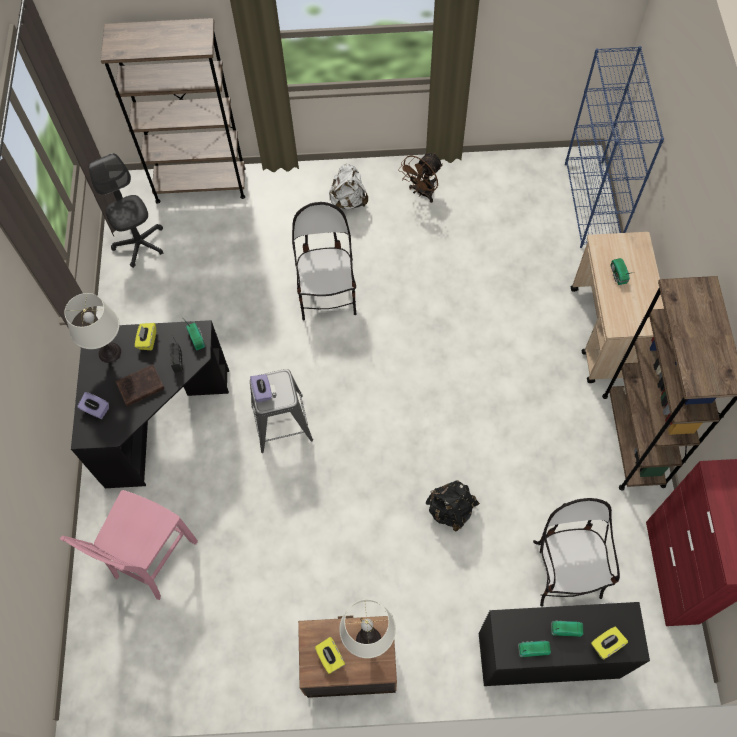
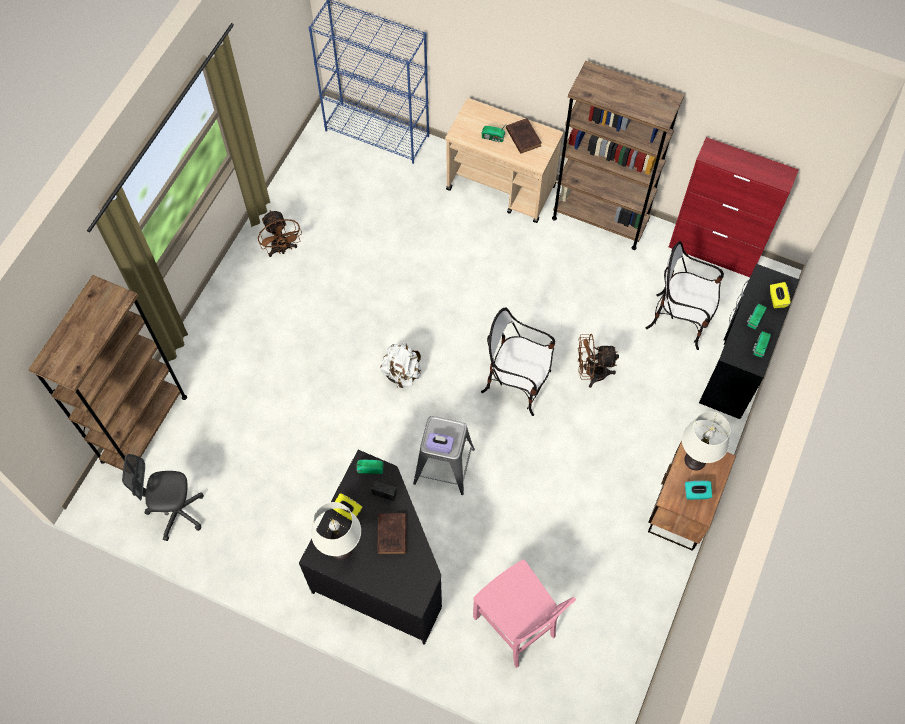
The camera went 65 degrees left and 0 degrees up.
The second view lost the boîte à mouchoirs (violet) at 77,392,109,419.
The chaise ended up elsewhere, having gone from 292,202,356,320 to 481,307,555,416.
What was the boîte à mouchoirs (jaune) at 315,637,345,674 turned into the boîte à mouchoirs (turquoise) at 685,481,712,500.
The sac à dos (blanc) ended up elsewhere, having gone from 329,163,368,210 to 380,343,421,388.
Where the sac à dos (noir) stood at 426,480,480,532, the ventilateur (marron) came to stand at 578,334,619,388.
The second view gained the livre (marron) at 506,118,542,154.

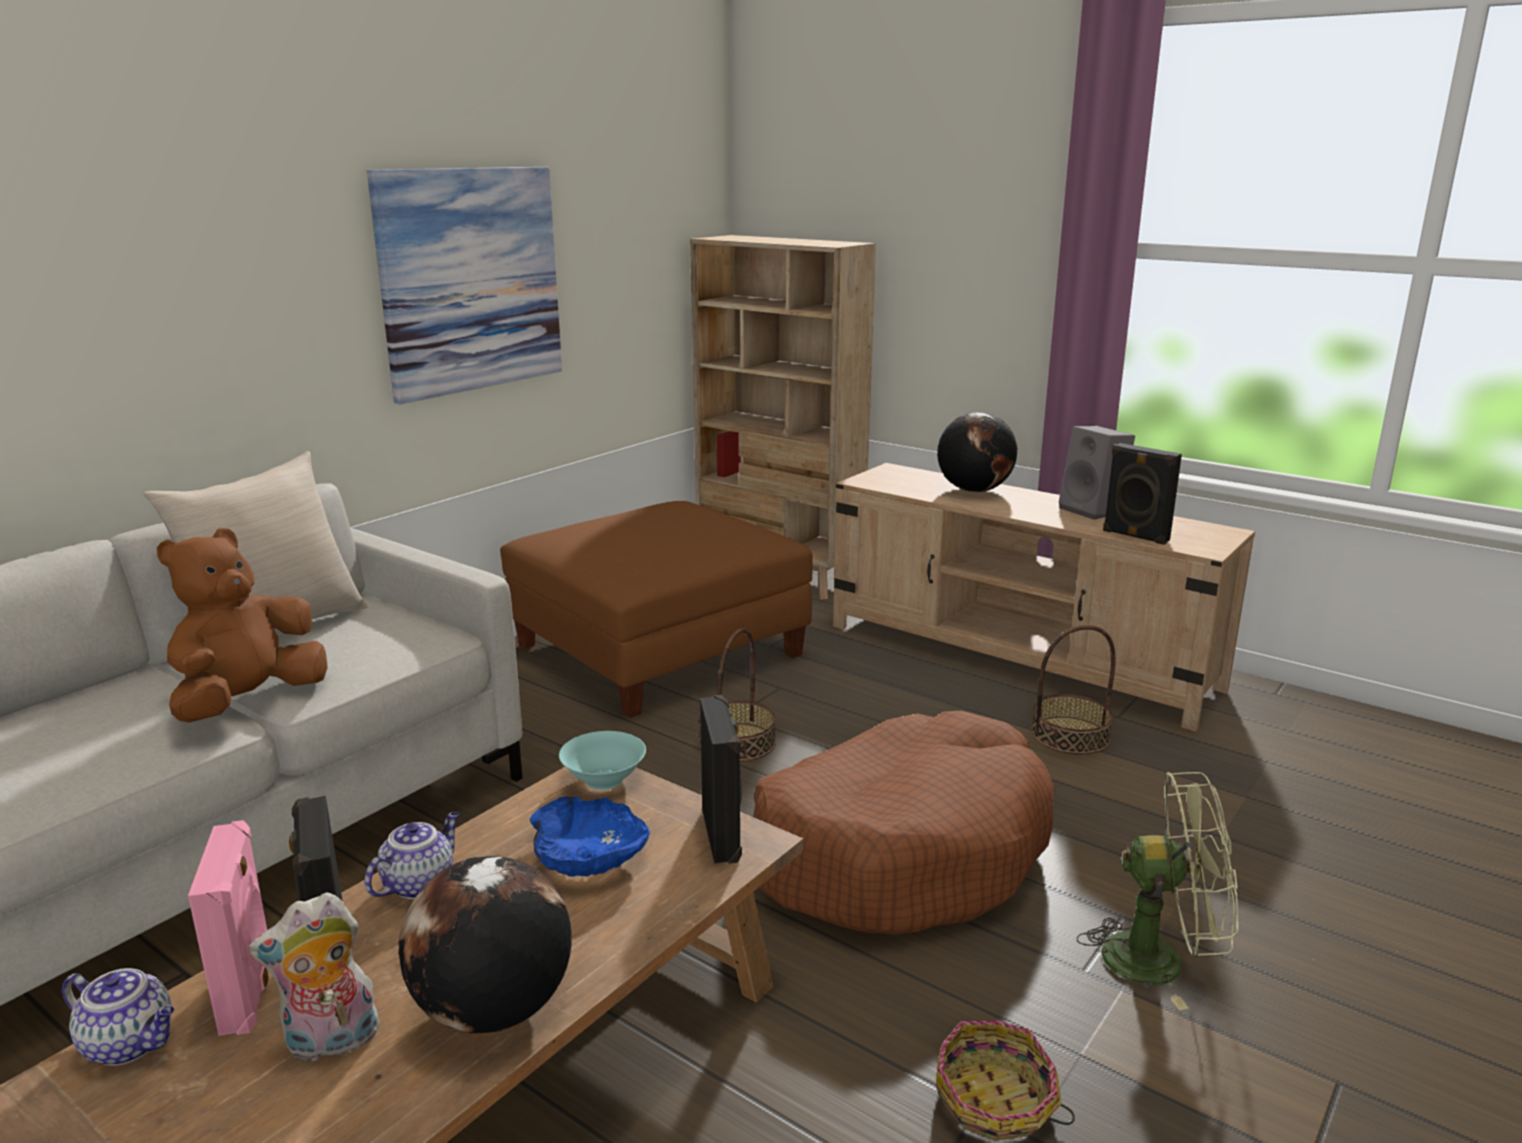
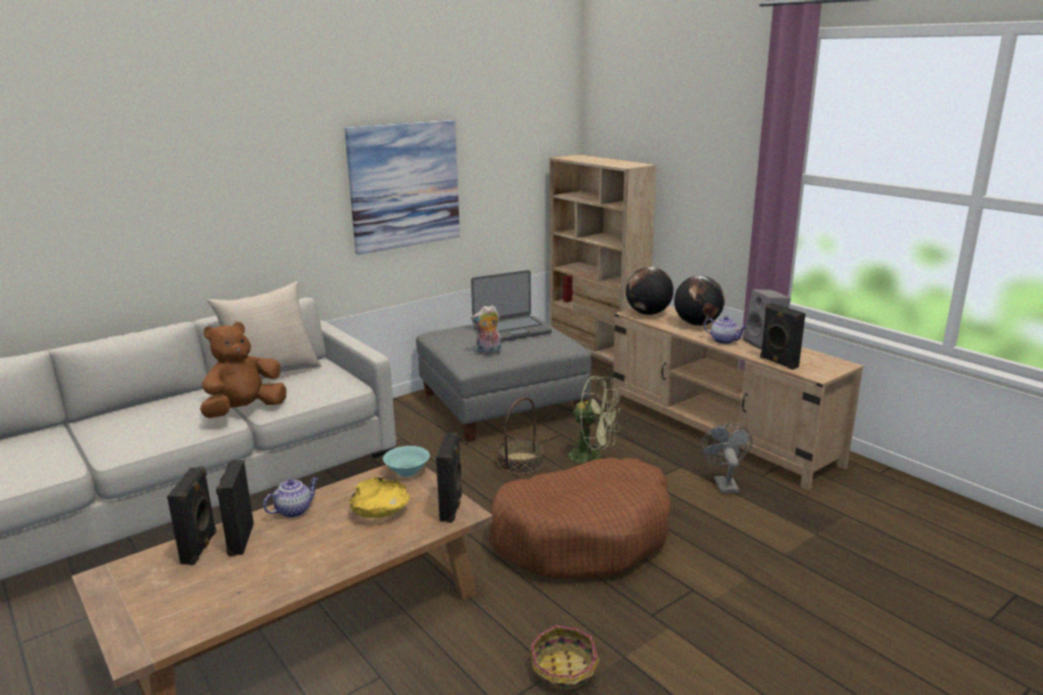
The camera went 15 degrees right and 0 degrees up.
The théière ended up elsewhere, having gone from 62,968,174,1066 to 704,316,747,344.
What was the enceinte (rose) at 188,820,269,1036 turned into the enceinte (noir) at 167,466,217,565.
The peluche ended up elsewhere, having gone from 249,892,380,1063 to 471,305,502,356.
The globe ended up elsewhere, having gone from 398,856,572,1034 to 626,267,674,315.
What was the pouf (marron) at 500,501,813,718 turned into the pouf (gris) at 416,316,591,442.
What was the bol (bleu) at 530,797,650,877 turned into the bol (jaune) at 349,477,410,518.
Where the panier stood at 1031,625,1116,755, the ventilateur (gris) came to stand at 700,424,752,493.
The ventilateur (vert) ended up elsewhere, having gone from 1077,772,1238,1010 to 563,376,621,464.
The second view gained the ordinateur portable at 471,270,552,342.

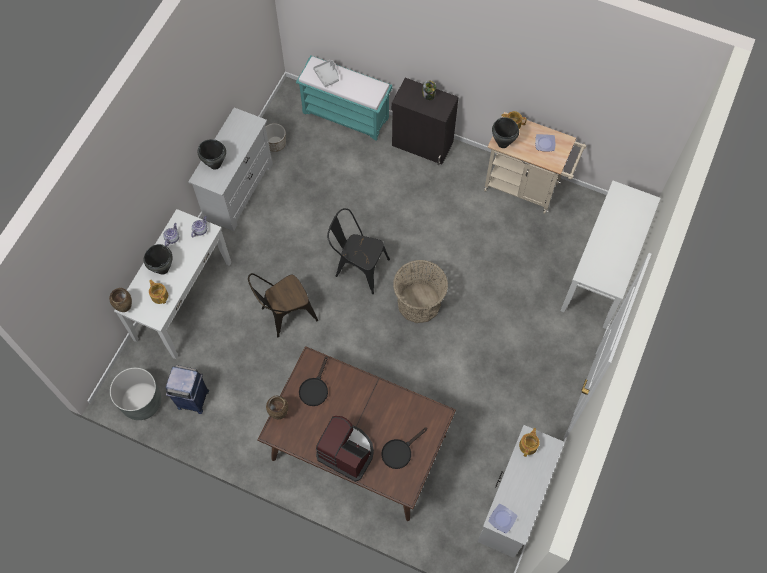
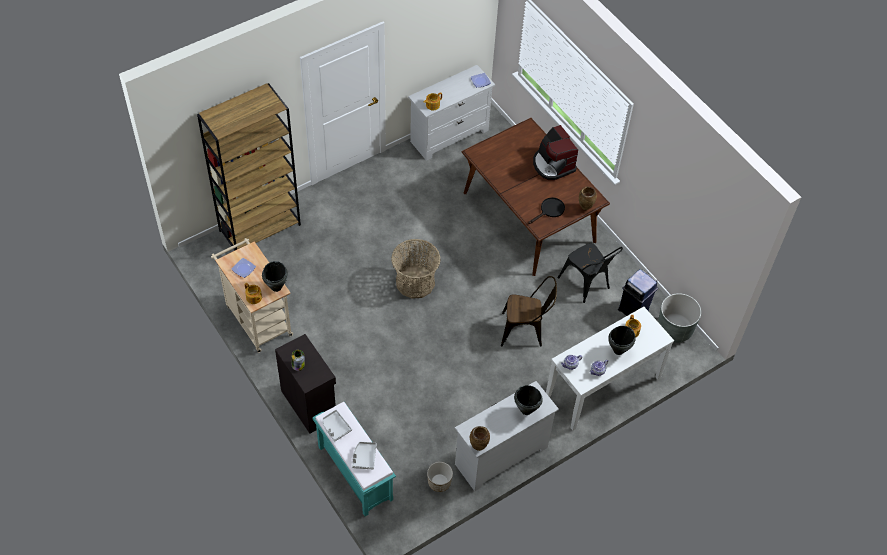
The camera went 150 degrees left and 10 degrees down.
The vase (marron) ended up elsewhere, having gone from 109,288,132,312 to 470,426,490,451.
The chaise (noir) ended up elsewhere, having gone from 327,208,390,294 to 558,243,623,303.
The second view lost the poêle (noir) at 381,428,427,469.
Where the table console (blanc) stood at 560,181,661,329, the bibliothèque (marron) came to stand at 197,83,301,251.
The second view gained the plateau (gris) at 322,410,352,442.

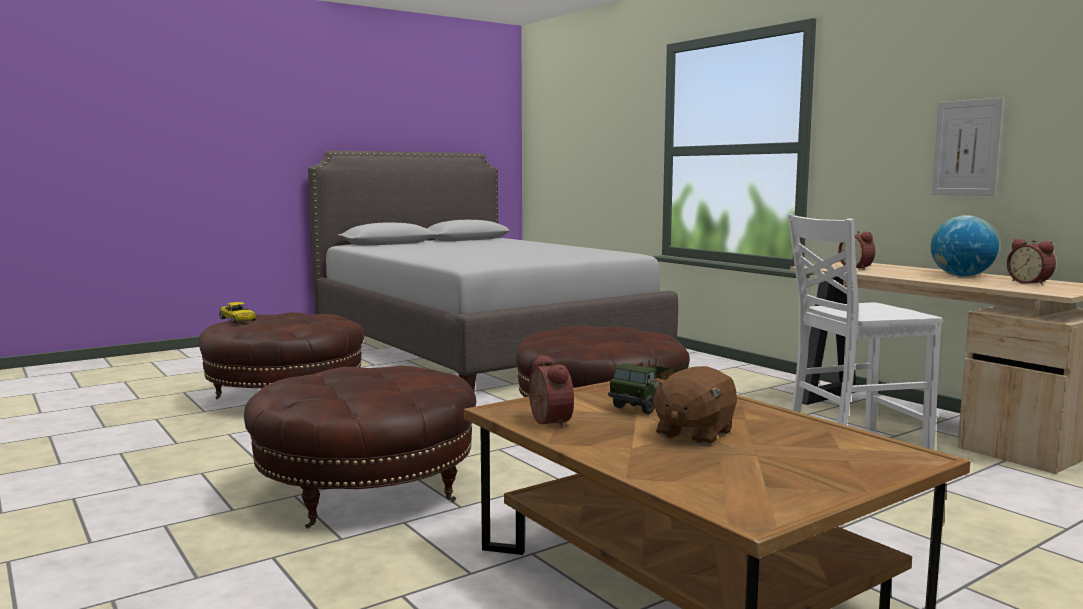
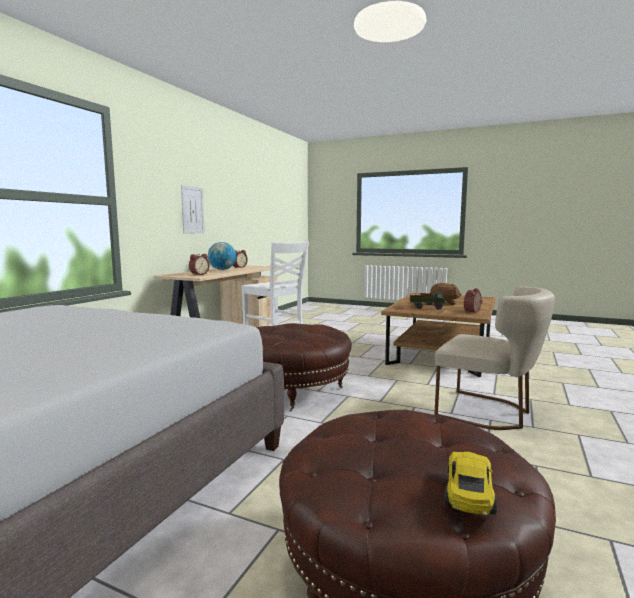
The camera went 120 degrees left and 0 degrees up.
Where the pouf (marron) stood at 244,366,476,529, the chaise (beige) came to stand at 434,287,555,430.

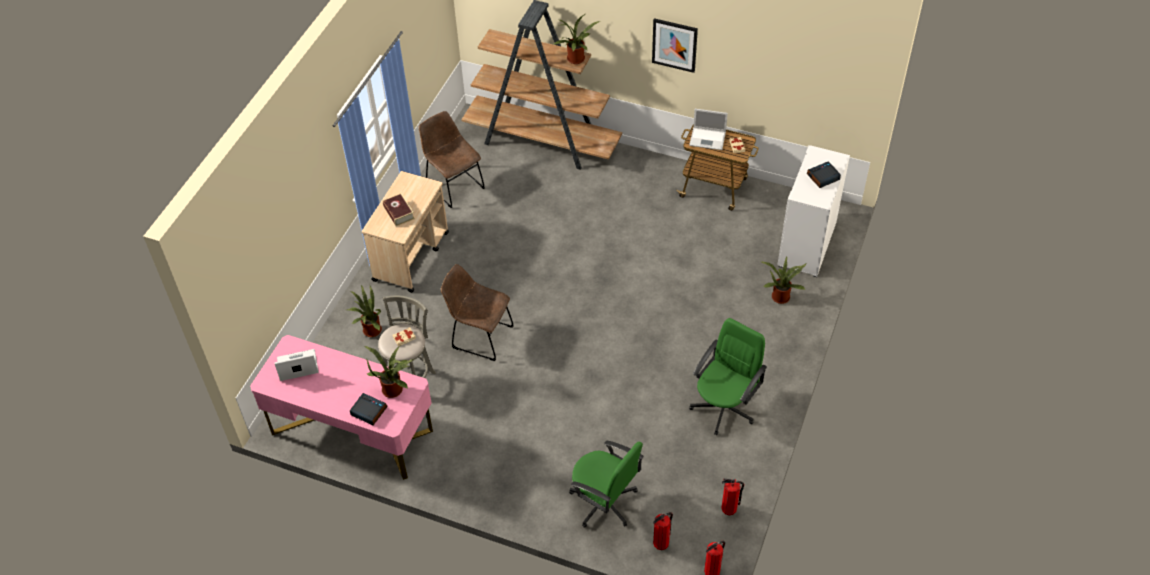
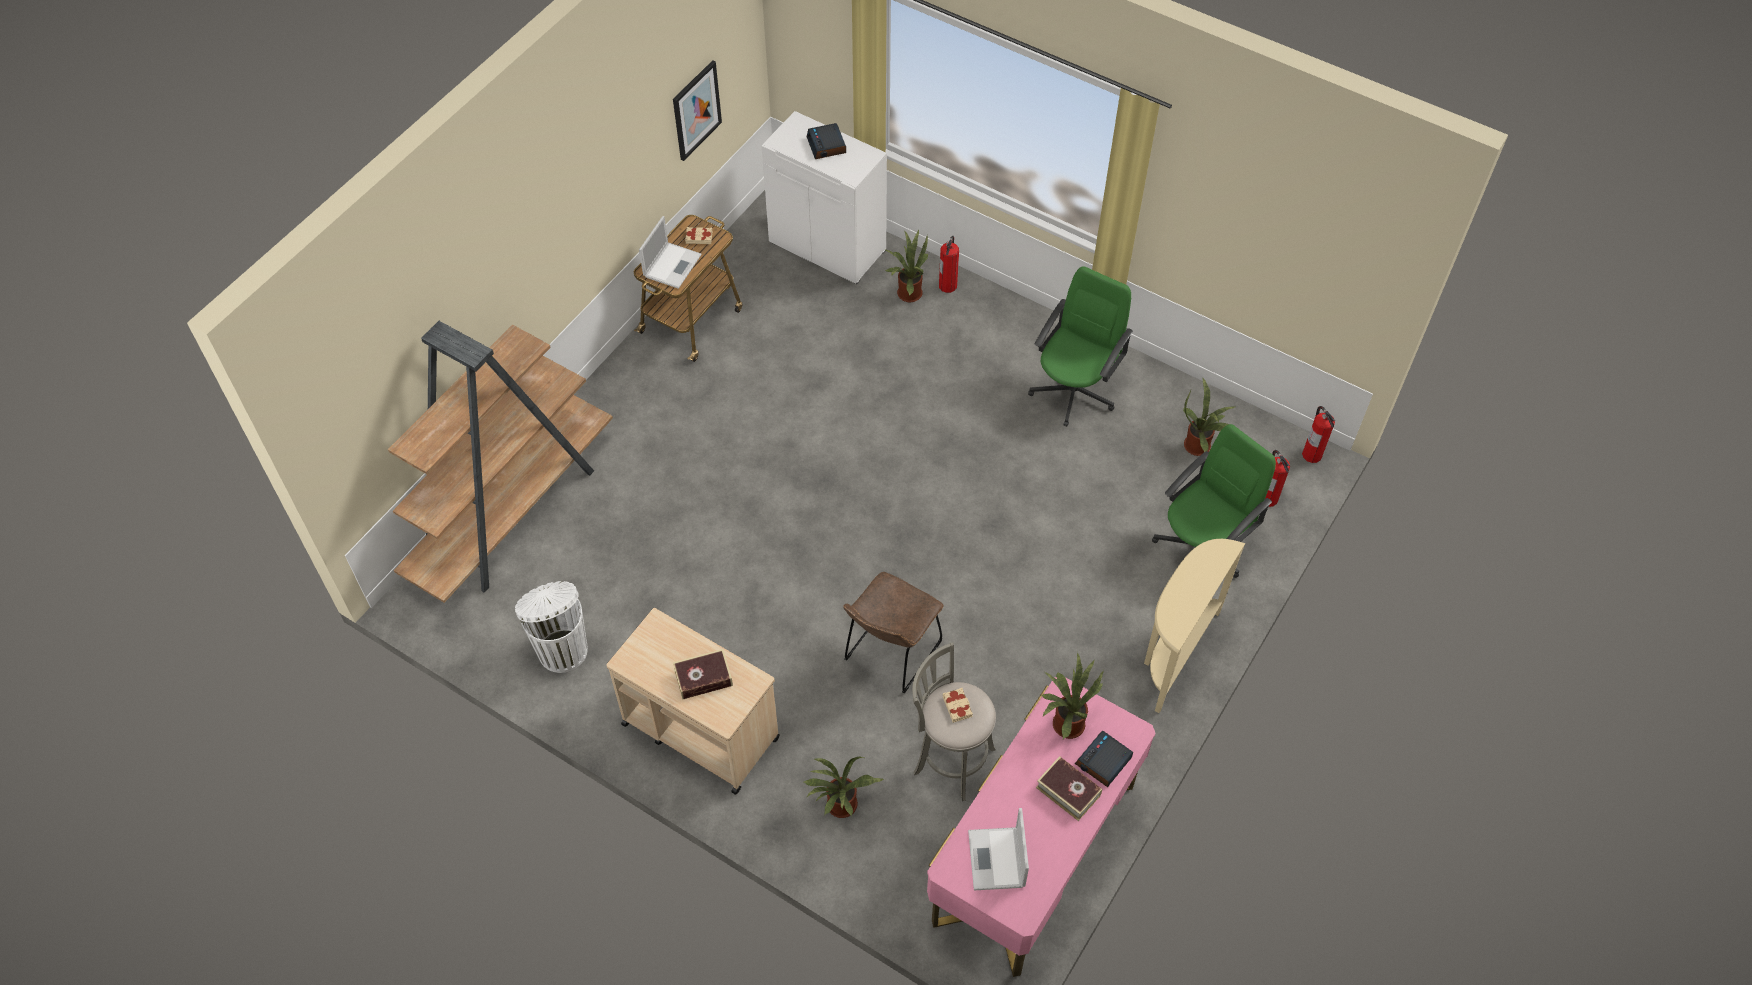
The camera went 80 degrees left and 5 degrees up.
Where the chaise (marron) stood at 419,111,485,208, the poubelle (blanc) came to stand at 515,581,588,673.
The plante en pot ended up elsewhere, having gone from 554,14,600,64 to 1183,378,1235,456.
The tableau ended up elsewhere, having gone from 652,18,698,73 to 673,60,722,161.
The chaise de bureau (vert) at 689,318,767,435 ended up facing another way, 75 degrees clockwise from before.
The extincteur ended up elsewhere, having gone from 721,479,745,515 to 939,236,959,293.
The second view gained the livre at 1036,756,1102,821.
The second view gained the table console (beige) at 1144,539,1246,713.

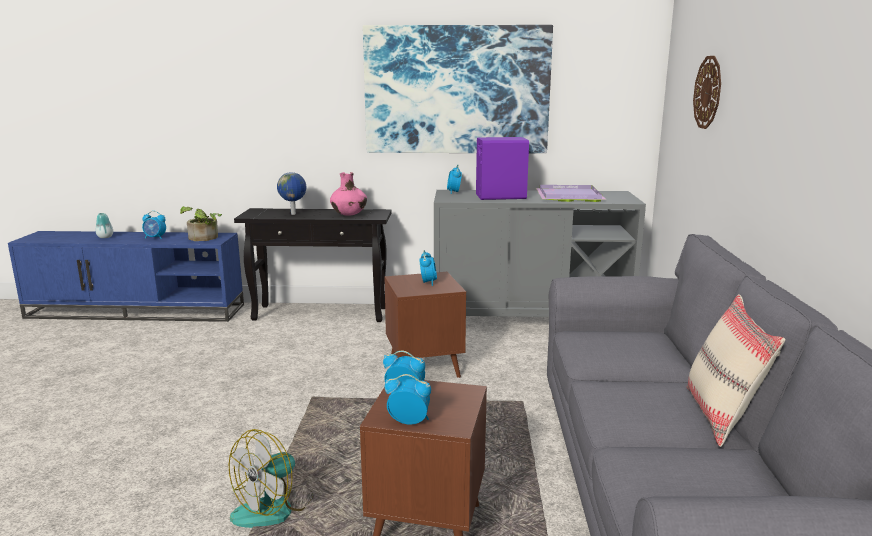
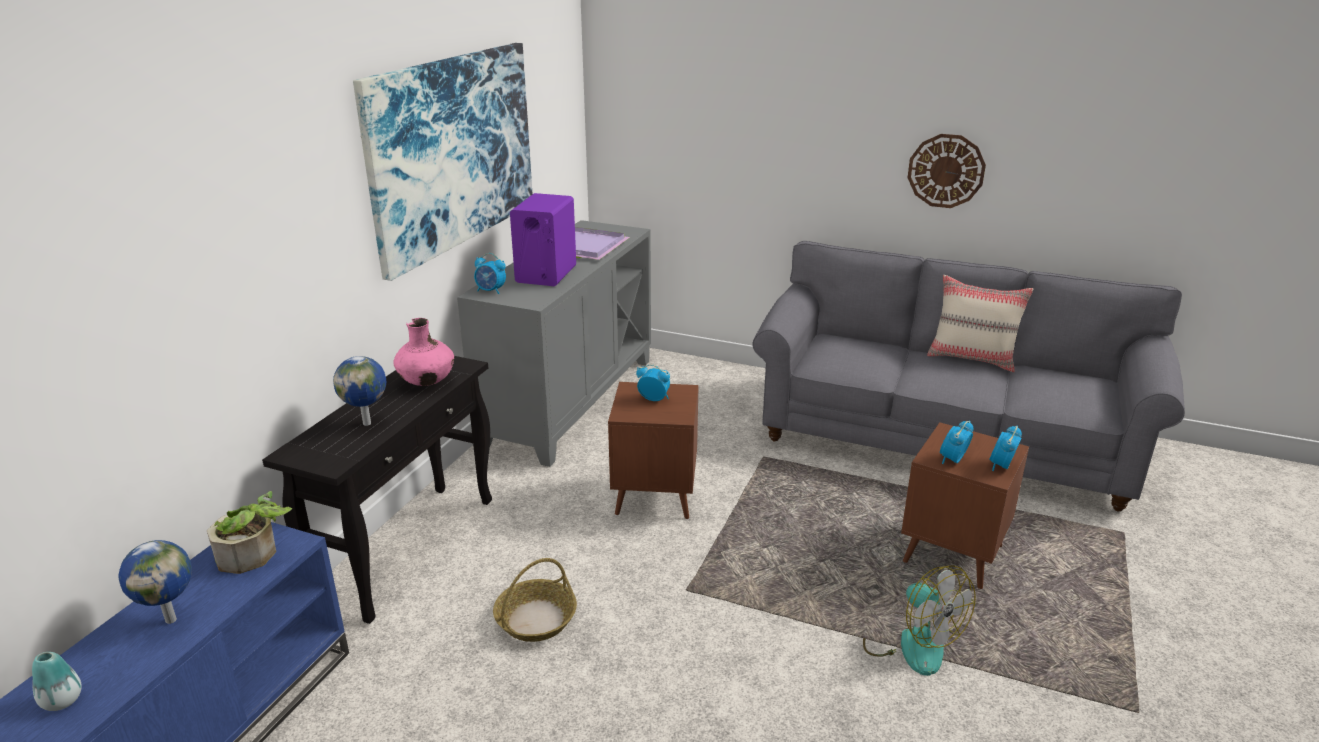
The camera went 70 degrees left and 10 degrees up.
Where the réveil stood at 142,211,166,239, the globe came to stand at 119,540,192,624.
The horloge murale ended up elsewhere, having gone from 693,56,721,129 to 907,134,986,208.
The second view gained the panier at 493,558,577,642.

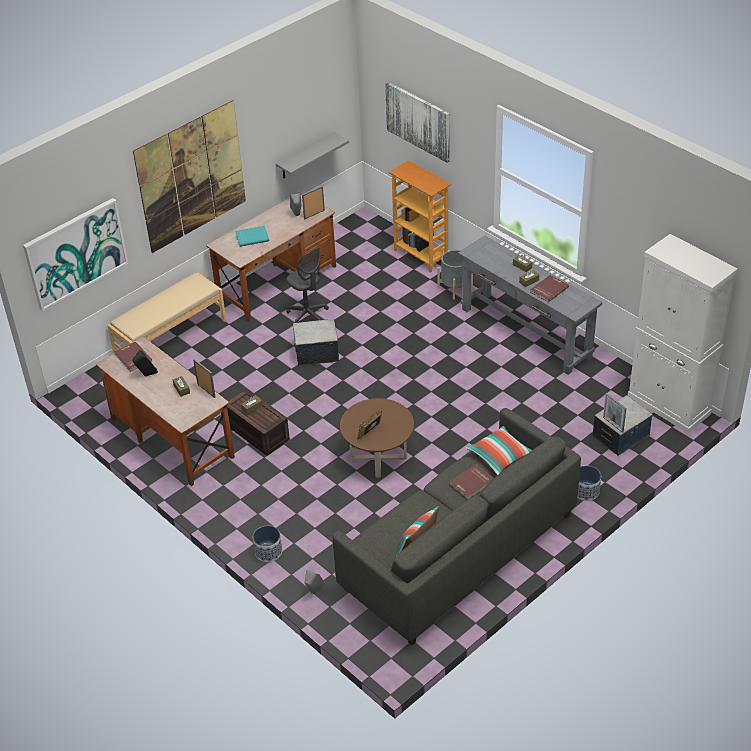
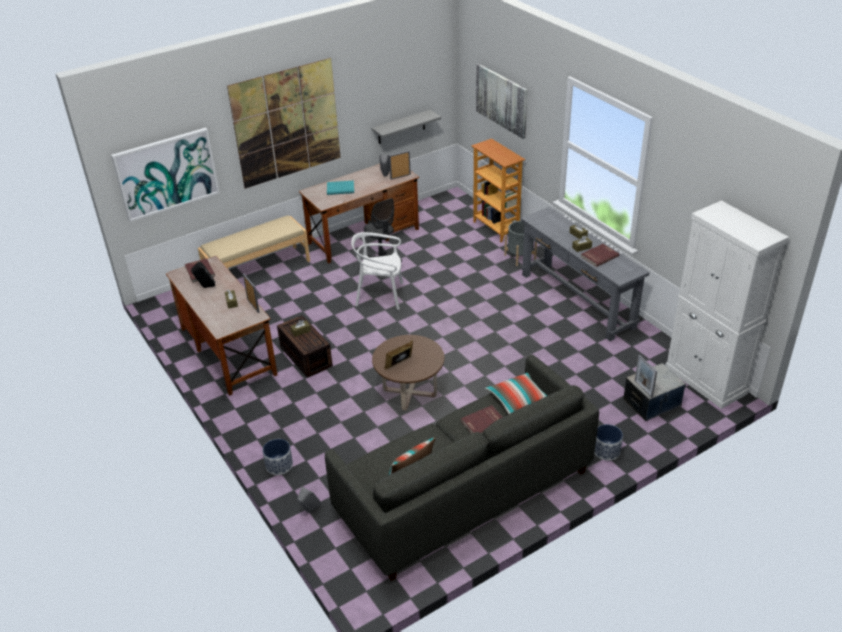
The camera went 10 degrees right and 5 degrees down.
Where the boîte de rangement stood at 293,319,339,366, the chaise (blanc) came to stand at 351,232,403,310.

